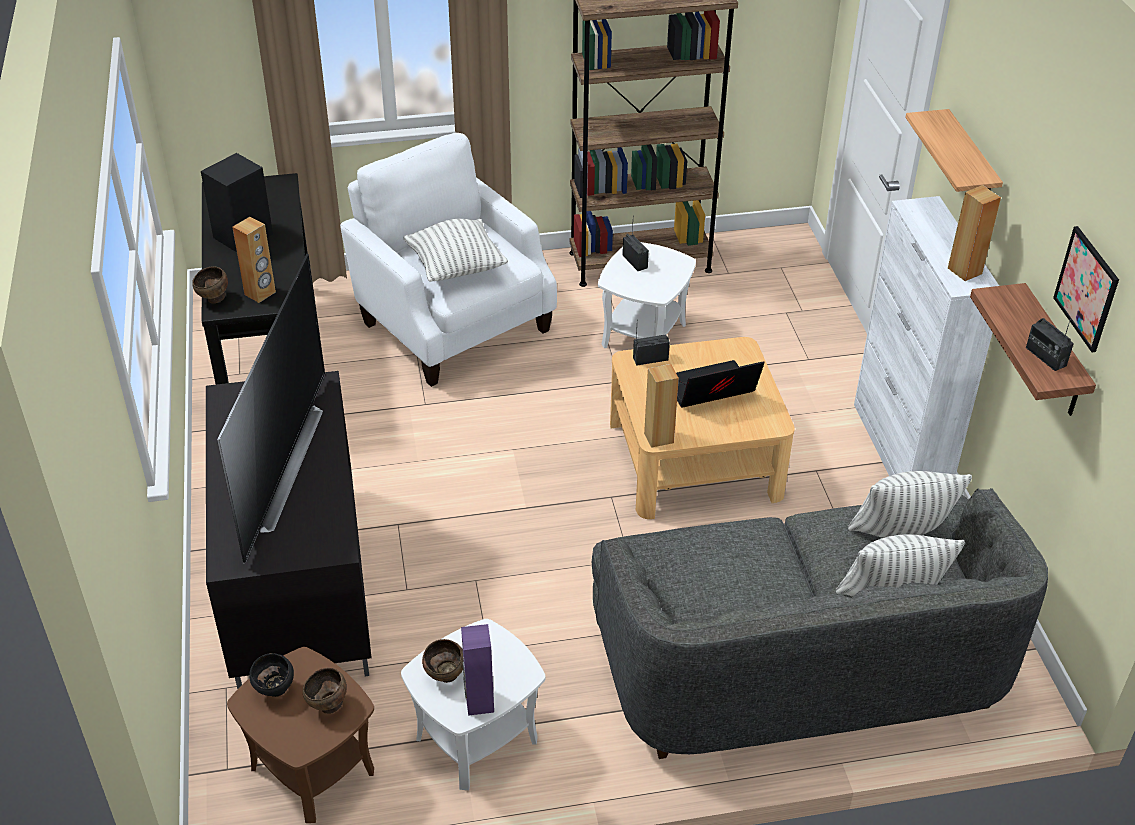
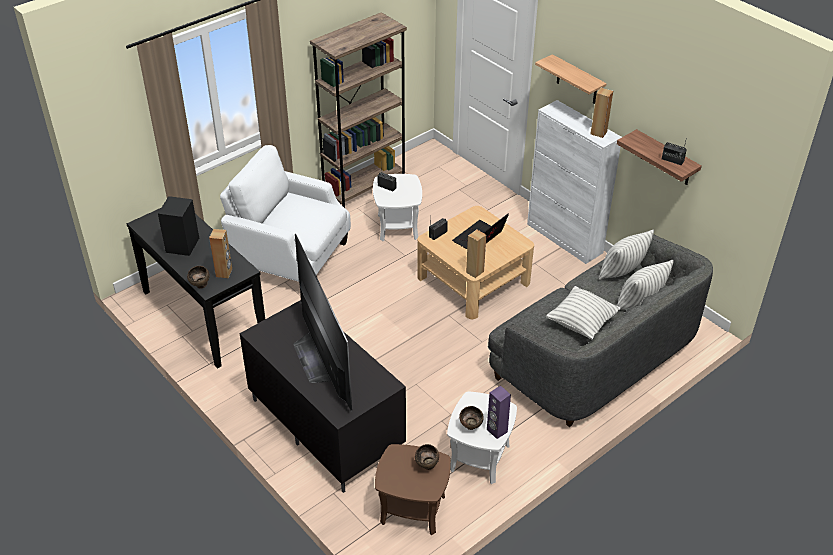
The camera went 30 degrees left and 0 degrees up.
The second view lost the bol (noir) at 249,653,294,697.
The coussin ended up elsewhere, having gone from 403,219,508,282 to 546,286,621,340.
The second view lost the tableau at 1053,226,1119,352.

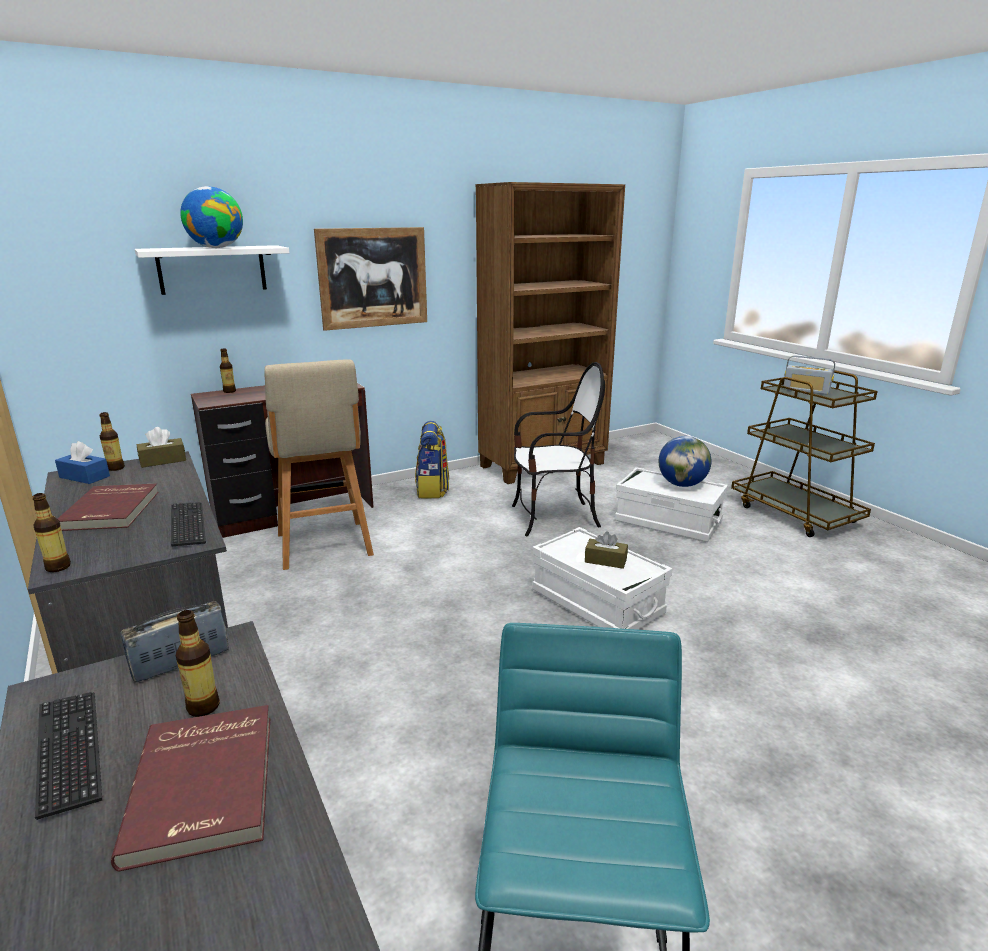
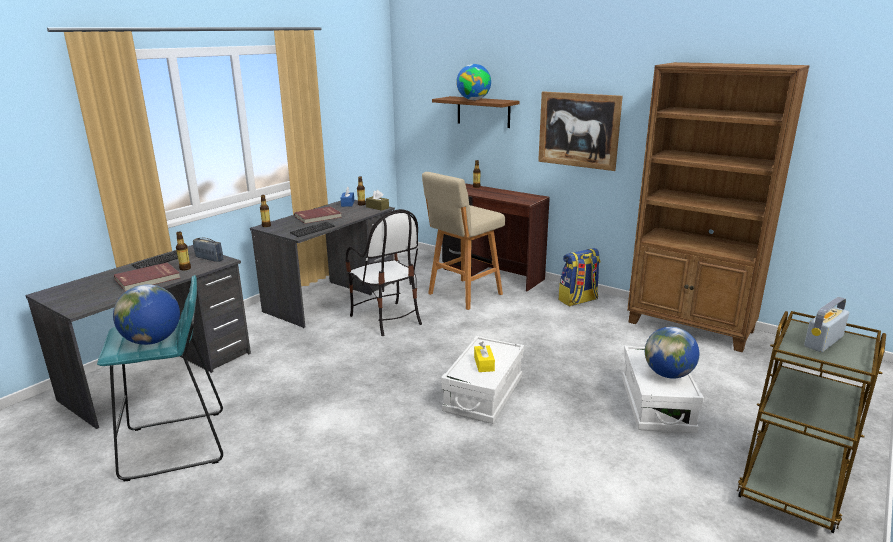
The camera went 65 degrees right and 0 degrees up.
What was the étagère (blanc) at 135,245,290,295 turned into the étagère (marron) at 432,96,520,128.
The chaise ended up elsewhere, having gone from 512,362,605,536 to 345,209,422,336.
What was the boîte à mouchoirs (marron) at 585,531,628,569 turned into the boîte à mouchoirs (jaune) at 474,342,495,372.
The radio at 783,356,835,395 ended up facing another way, 45 degrees clockwise from before.
The second view gained the globe at 113,284,180,345.

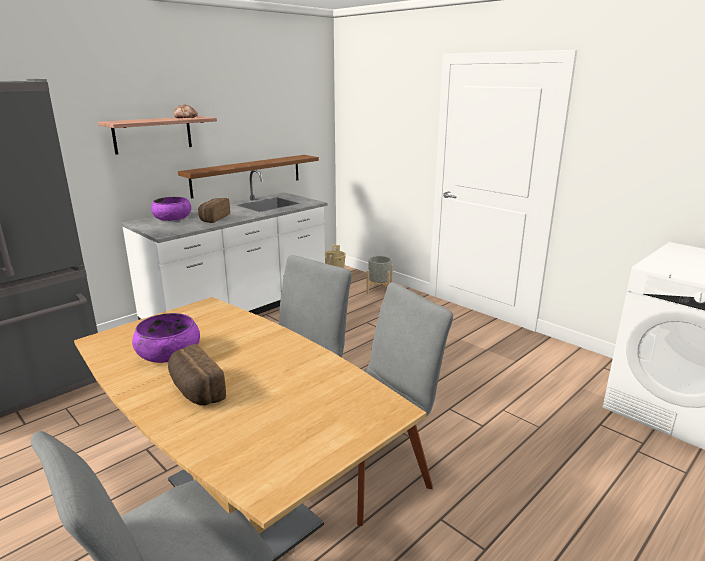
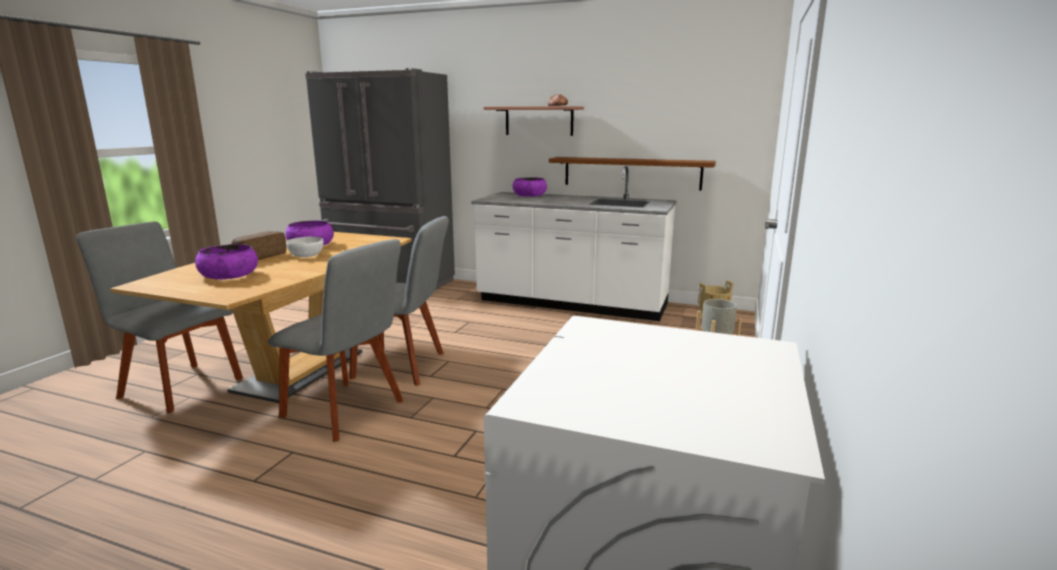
The camera went 65 degrees right and 5 degrees down.
The second view lost the pain at 198,198,230,223.
The second view gained the bol (violet) at 195,244,258,280.
The second view gained the bol (blanc) at 286,237,324,257.

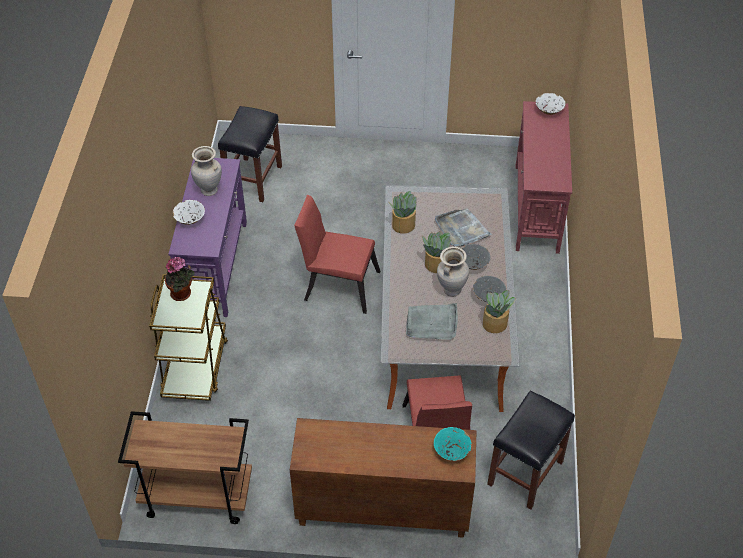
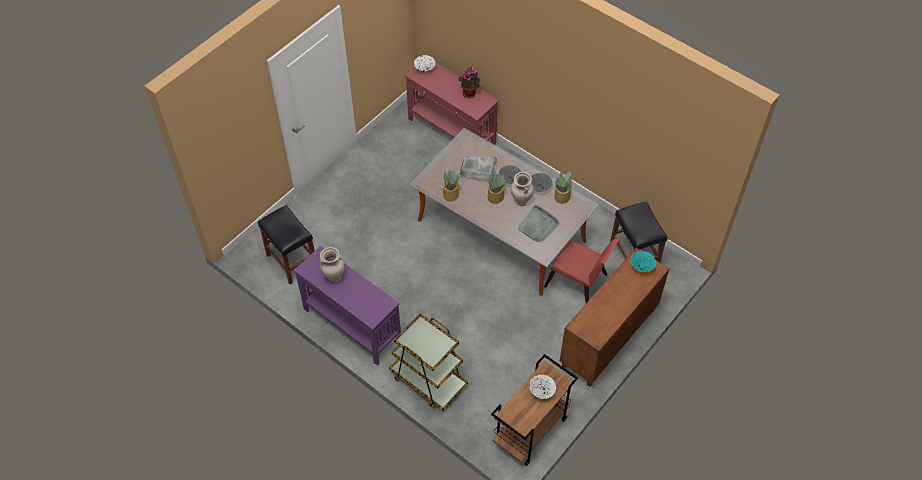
The camera went 55 degrees left and 5 degrees up.
The plante en pot ended up elsewhere, having gone from 165,257,195,301 to 458,66,481,98.
The bol (blanc) ended up elsewhere, having gone from 173,200,205,225 to 529,375,556,399.
The second view lost the chaise (rouge) at 294,195,381,314.

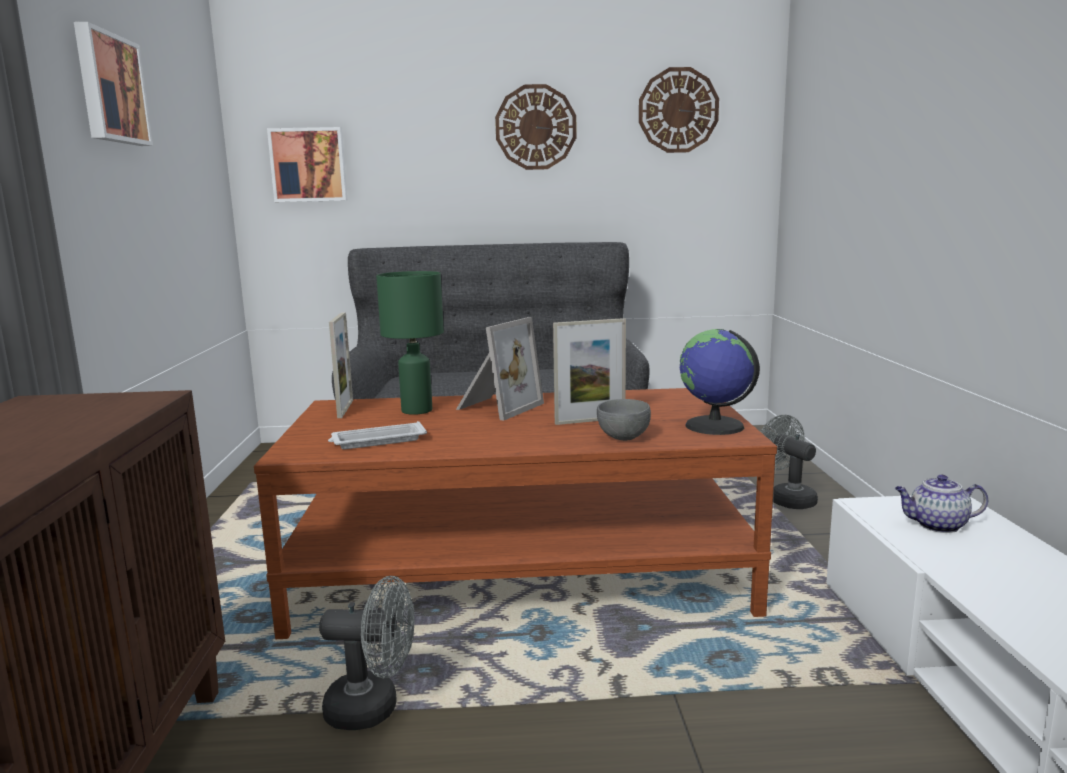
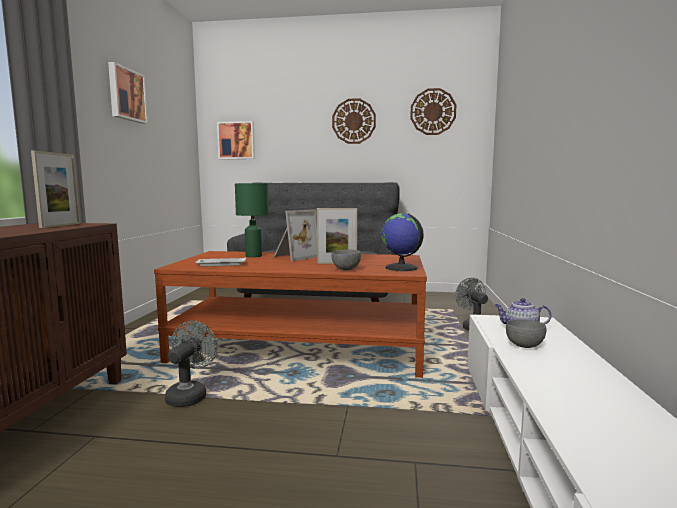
The camera went 10 degrees right and 5 degrees down.
The ventilateur (gris) at 319,576,414,730 ended up facing another way, 90 degrees counterclockwise from before.
The cadre photo ended up elsewhere, having gone from 329,312,353,418 to 31,150,80,228.
The second view gained the bol (gris) at 506,319,546,348.

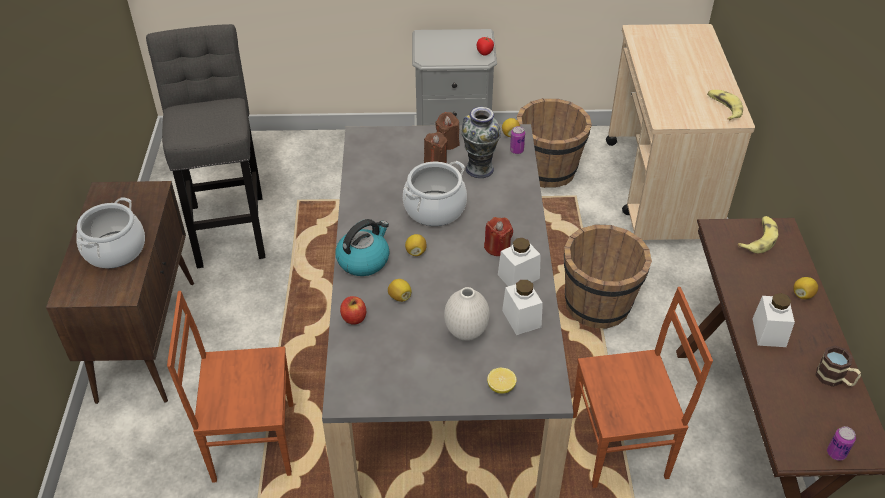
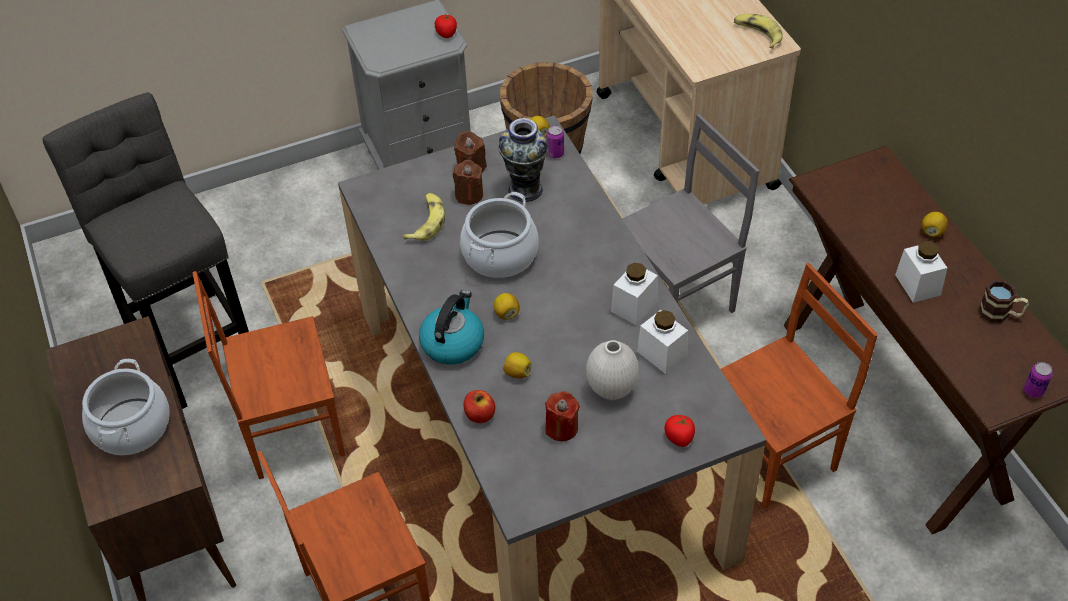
The camera went 20 degrees left and 5 degrees up.
The bougie (rouge) ended up elsewhere, having gone from 484,217,513,256 to 545,391,580,441.
Where the citron stood at 487,368,517,394, the tomate came to stand at 664,414,695,447.
Where the seau (marron) stood at 564,224,652,329, the chaise (gris) came to stand at 622,114,759,313.
The banane ended up elsewhere, having gone from 738,216,778,253 to 403,193,445,241.
The second view gained the chaise (marron) at 193,271,345,479.

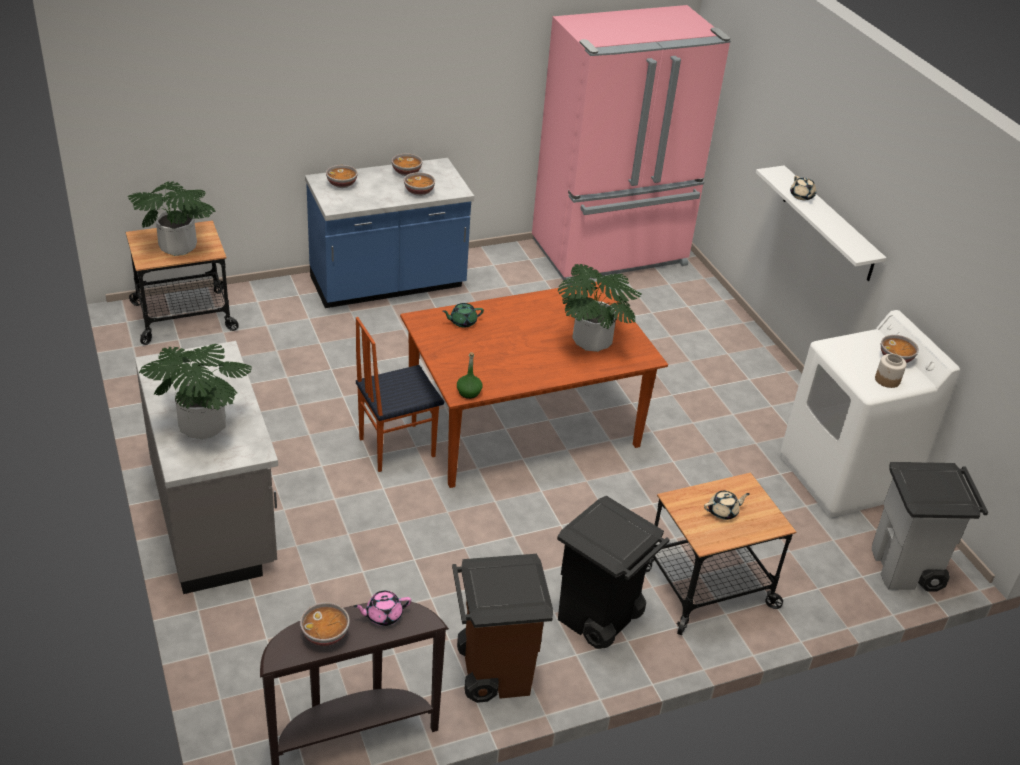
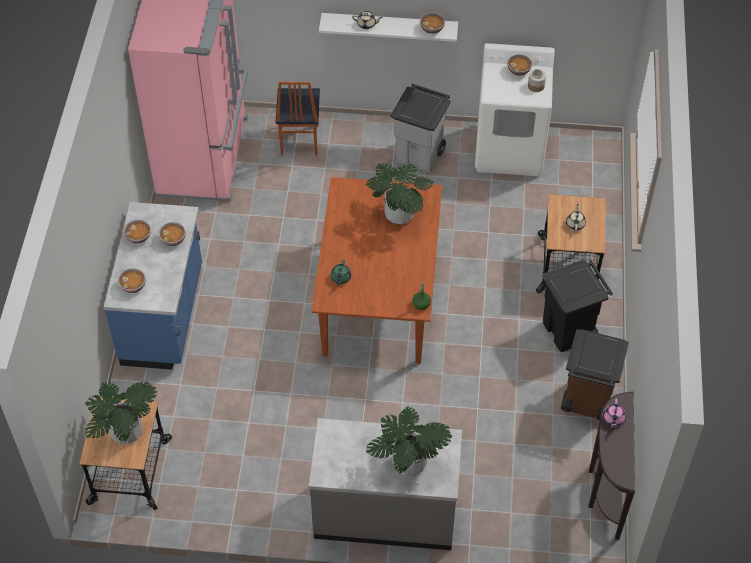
The camera went 60 degrees left and 15 degrees up.
The bol ended up elsewhere, having gone from 300,602,350,646 to 420,12,445,34.
The chaise ended up elsewhere, having gone from 356,317,444,472 to 276,82,320,156.
The poubelle (gris) ended up elsewhere, having gone from 872,462,988,592 to 390,84,451,172.

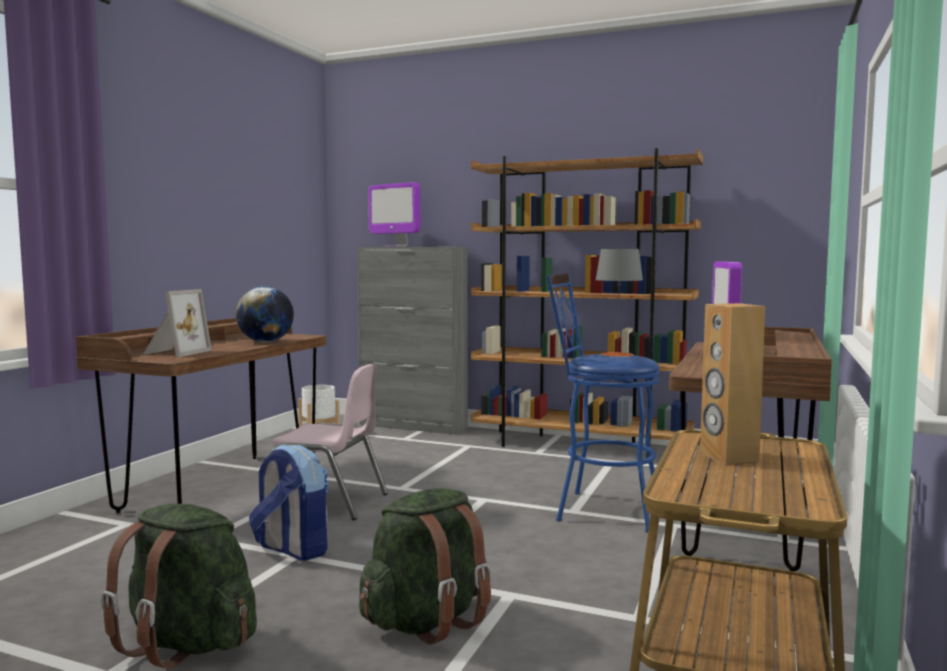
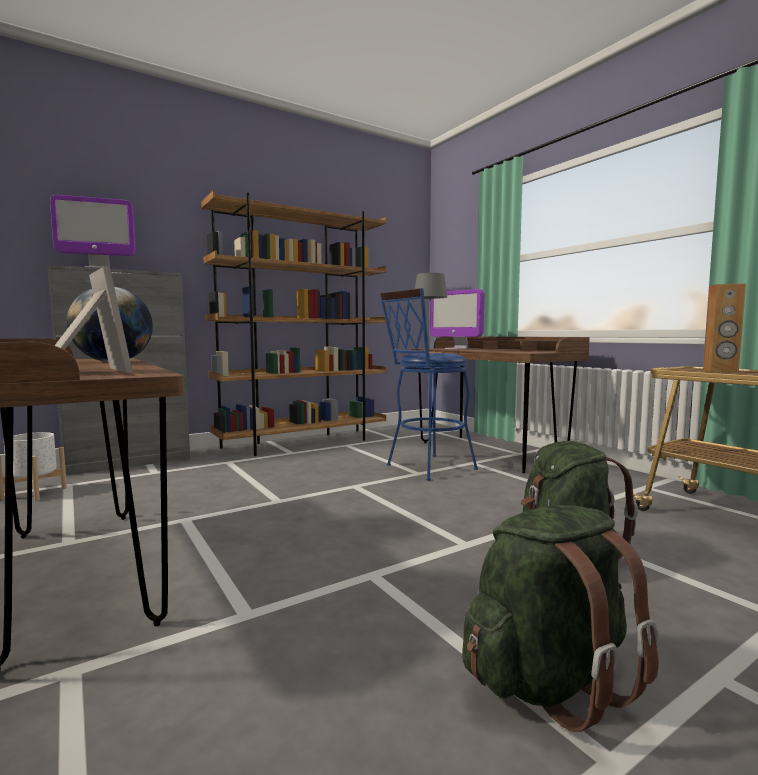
The camera went 55 degrees left and 0 degrees up.
The second view lost the sac à dos at 249,444,328,561.
The second view lost the chaise (rose) at 272,364,388,520.

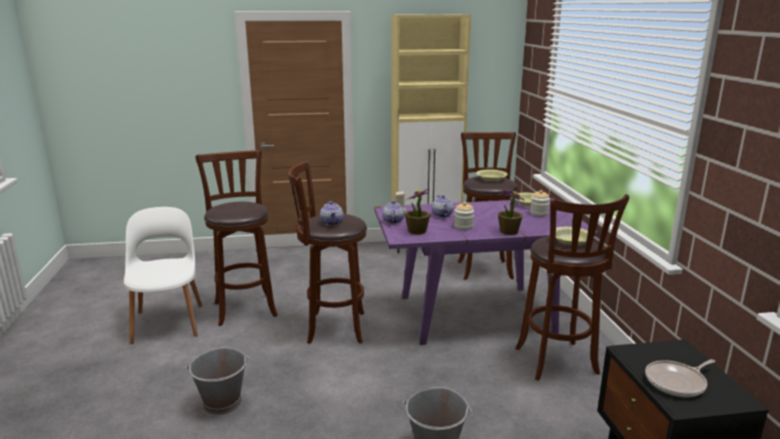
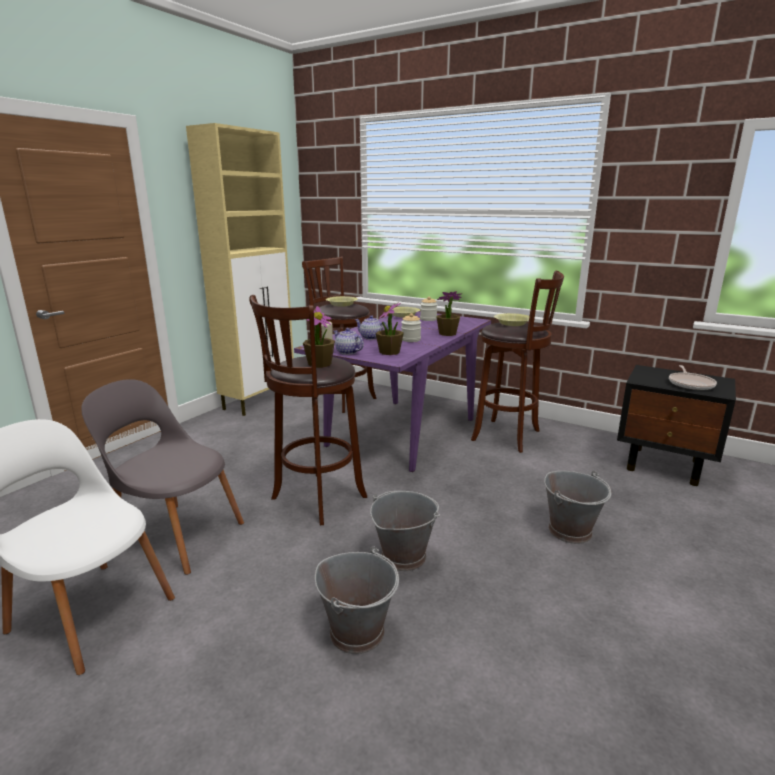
The camera went 50 degrees left and 0 degrees up.
Where the tabouret (marron) stood at 195,150,278,326, the chaise (gris) came to stand at 81,379,244,575.
Where the théière stood at 320,201,343,226, the plante en pot came to stand at 303,306,335,368.
The second view gained the seau (gris) at 370,491,440,571.

